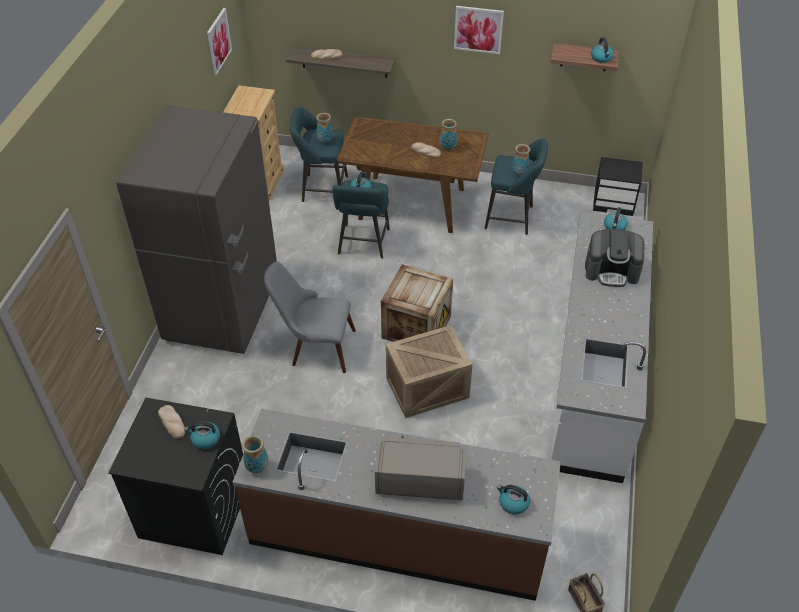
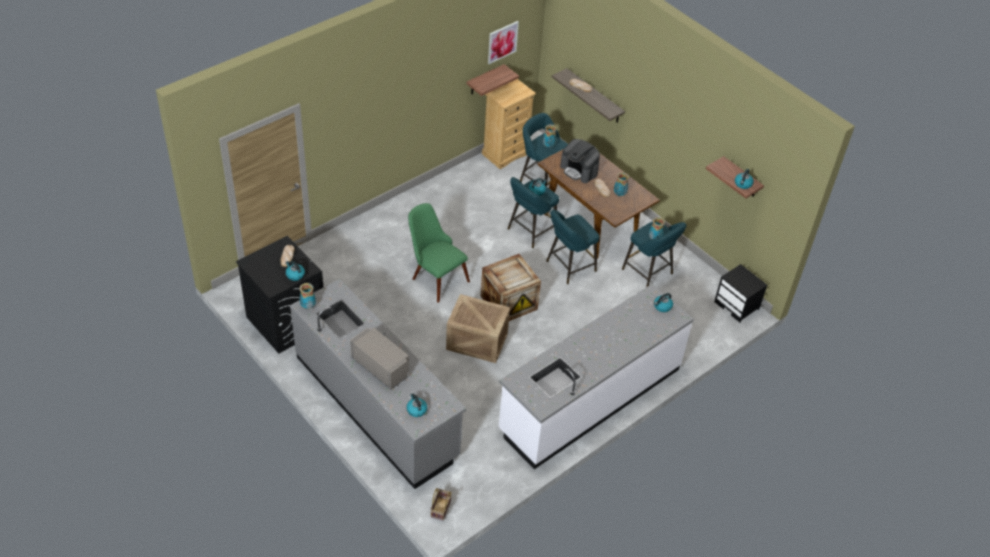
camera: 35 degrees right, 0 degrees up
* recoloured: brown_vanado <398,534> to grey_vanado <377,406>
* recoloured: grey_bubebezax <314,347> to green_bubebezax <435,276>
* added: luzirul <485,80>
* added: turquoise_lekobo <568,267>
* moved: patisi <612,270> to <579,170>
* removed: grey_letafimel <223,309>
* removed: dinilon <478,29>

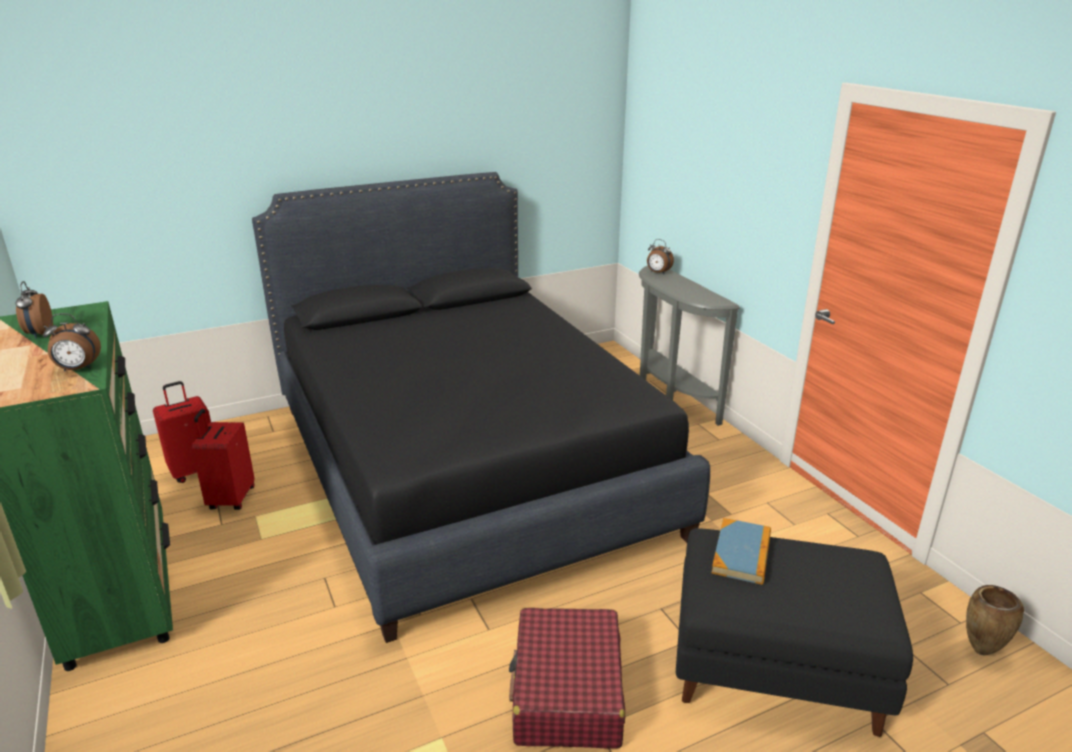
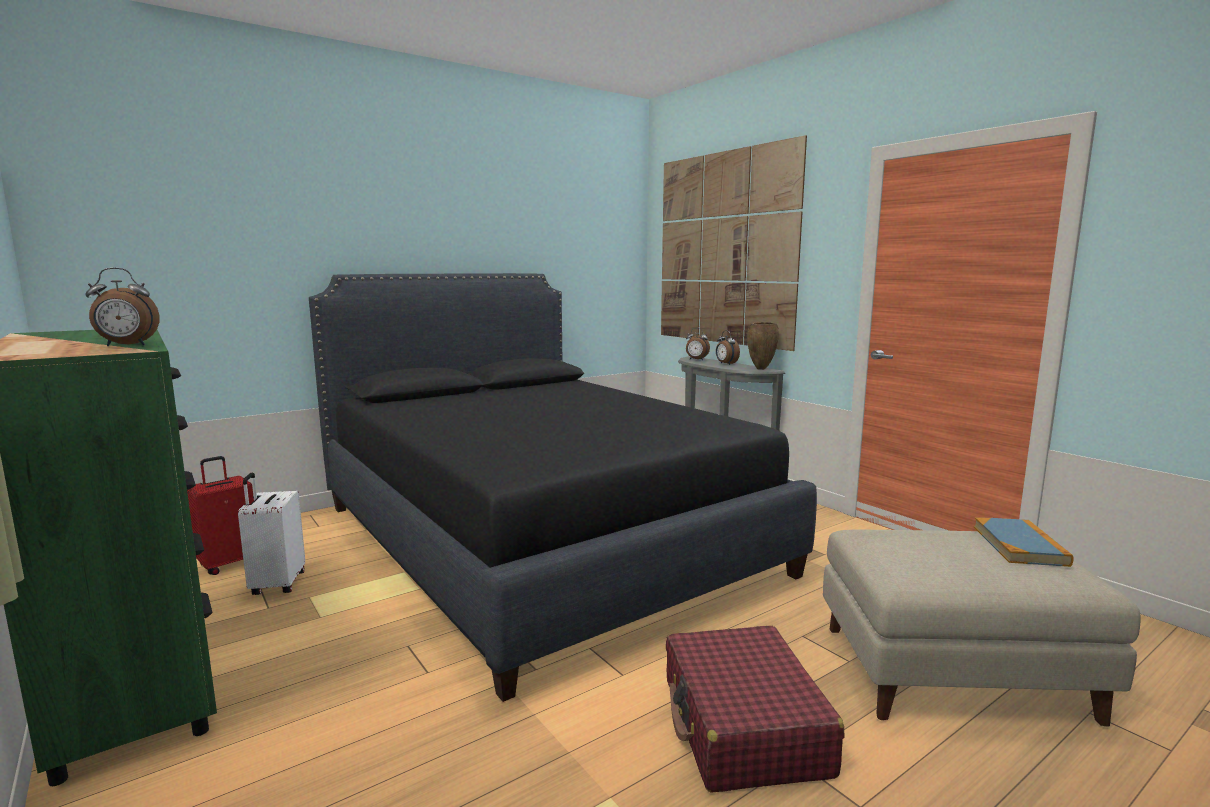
camera: 10 degrees left, 15 degrees down
* recoloured: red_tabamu <230,499> to white_tabamu <277,584>
* added: dinilon <725,249>
* moved: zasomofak <39,334> to <726,364>
* moved: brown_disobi <980,651> to <760,369>
* recoloured: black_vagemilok <773,665> to beige_vagemilok <951,674>
* moved: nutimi <741,553> to <1019,545>

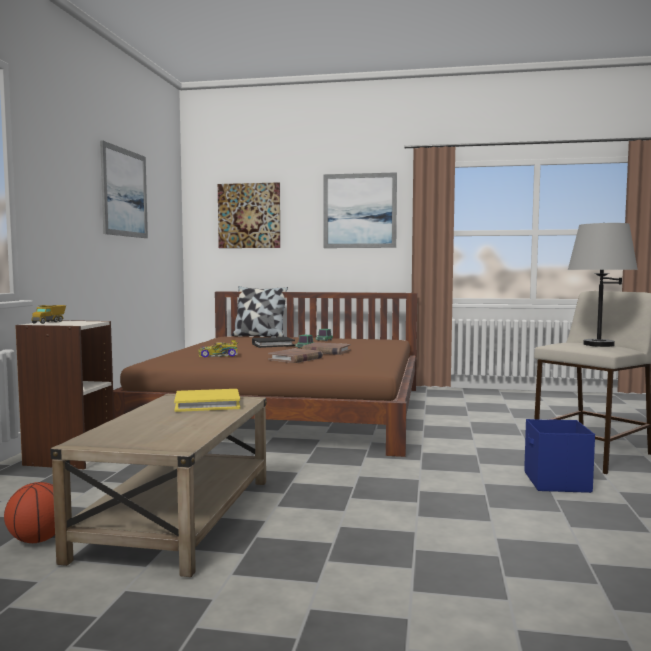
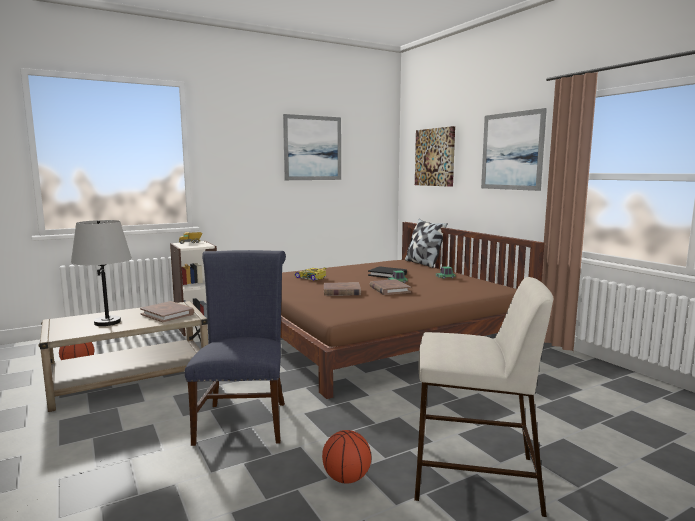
camera: 50 degrees right, 5 degrees up
* moved: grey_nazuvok <598,344> to <107,322>
* recoloured: yellow_nutimi <207,404> to brown_nutimi <167,314>
* added: blue_bubebezax <243,419>
* replaced: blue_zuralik <556,482> to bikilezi <346,478>

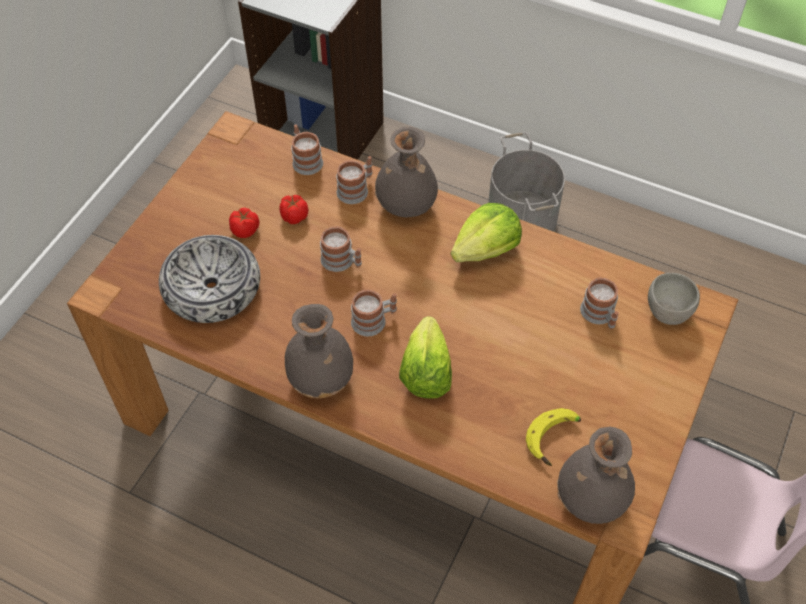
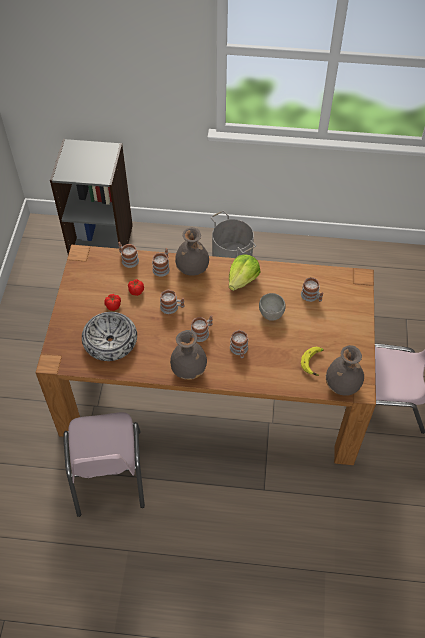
camera: 20 degrees left, 0 degrees up
* added: pink_bubebezax <108,473>
* replaced: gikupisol <426,372> to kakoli <239,350>
* moved: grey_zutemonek <666,312> to <270,314>

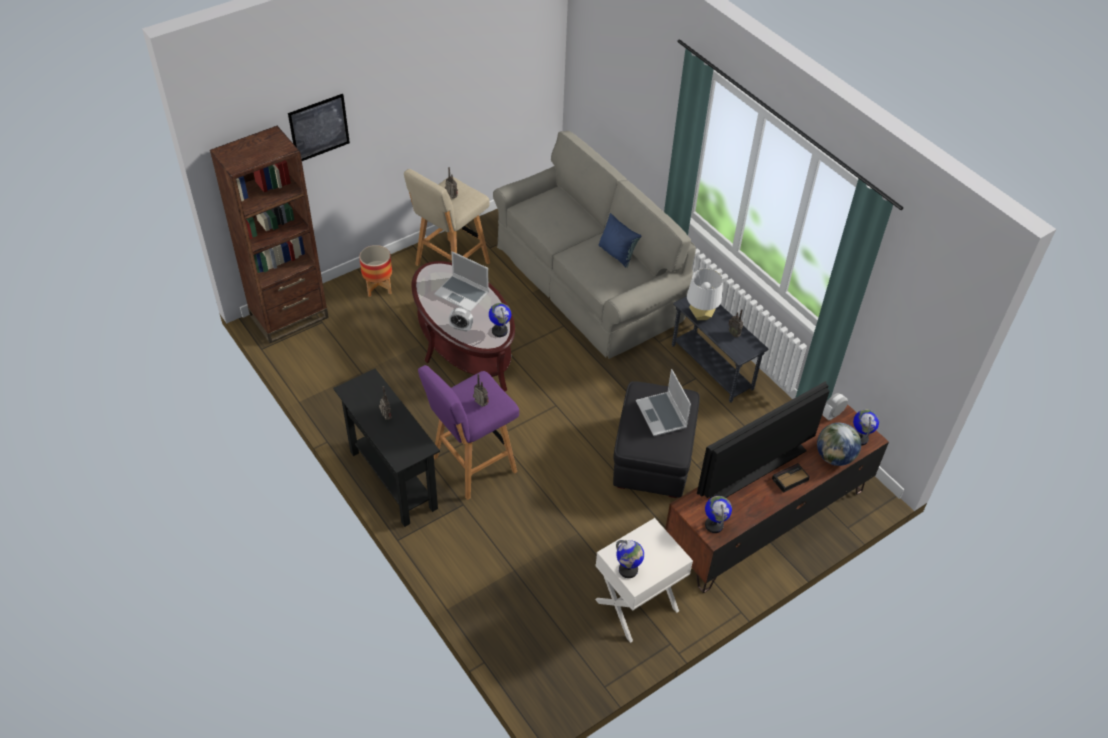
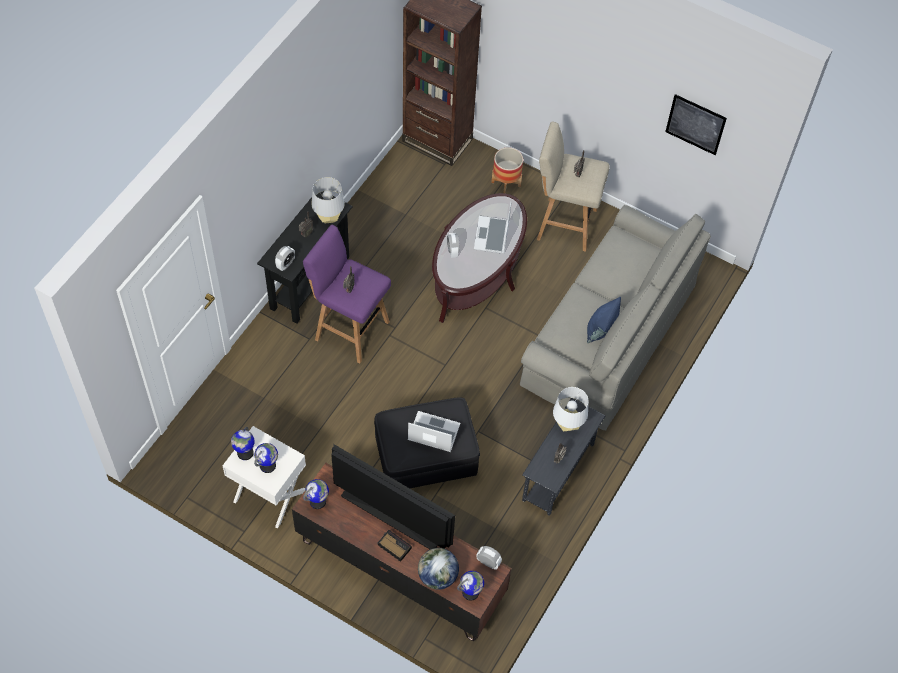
camera: 65 degrees right, 10 degrees up
* moved: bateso <499,331> to <268,465>
* added: zasomofak <285,264>
* added: grey_nazuvok <328,217>
* turned: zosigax <662,415> = <433,433> 60 degrees clockwise
* moved: dinilon <319,128> to <695,124>

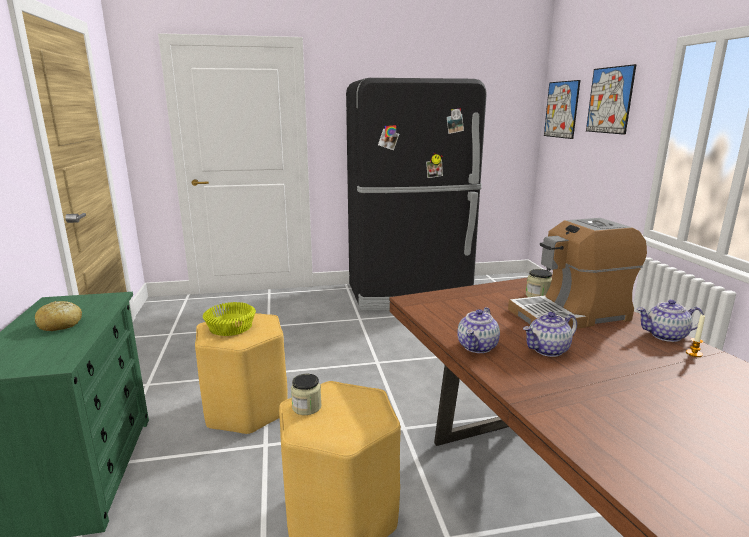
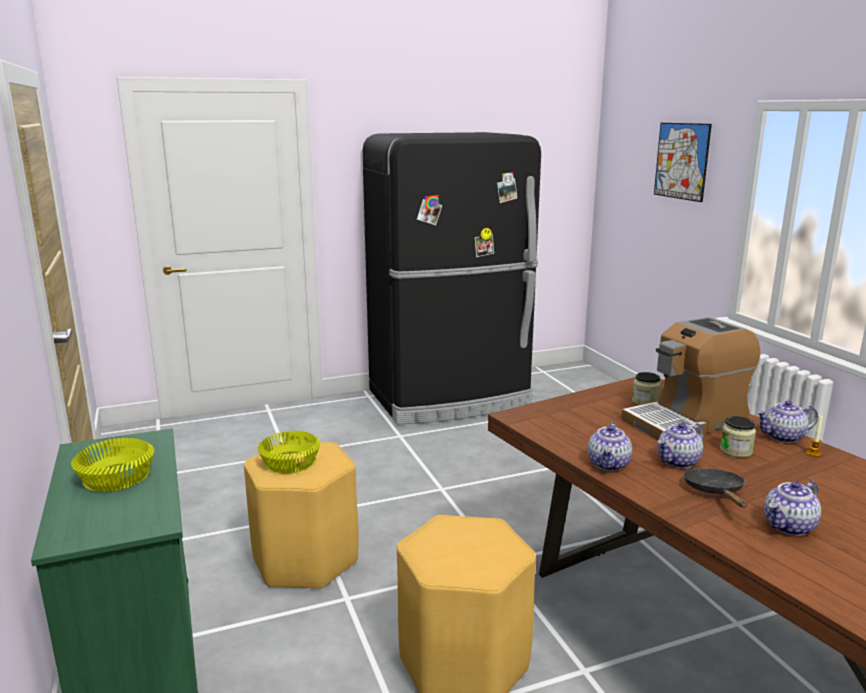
camera: 10 degrees left, 0 degrees up
* replaced: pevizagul <60,325> to yellow_zutemonek <118,477>
* added: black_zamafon <715,492>
* moved: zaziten <306,407> to <736,451>
* added: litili <789,527>
* removed: dinilon <561,109>

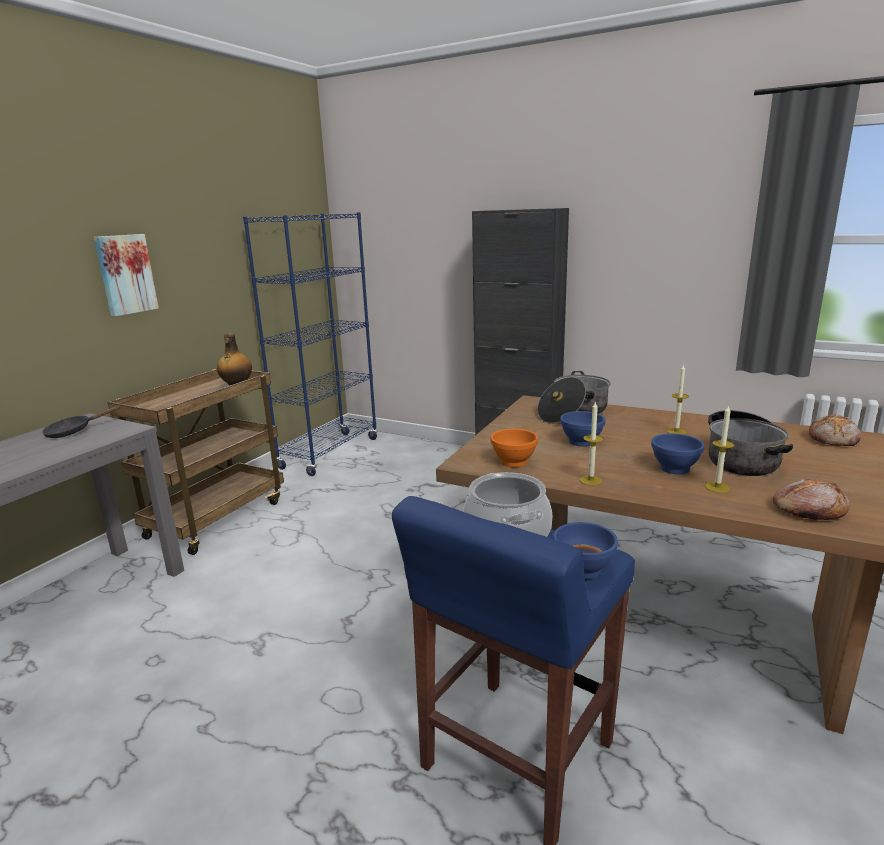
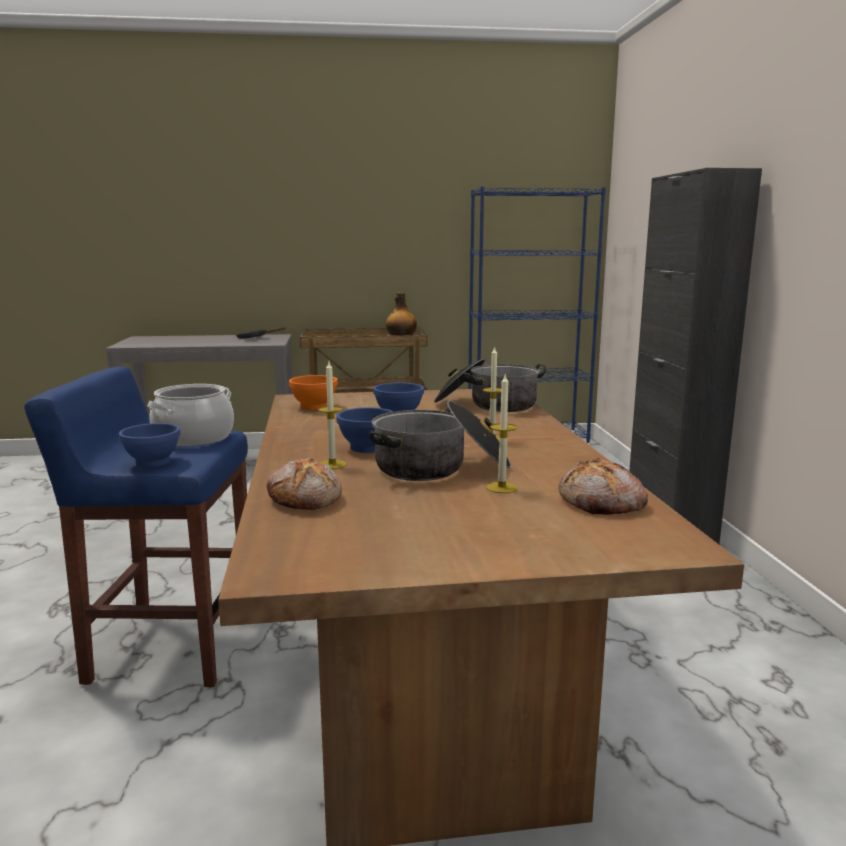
camera: 55 degrees right, 5 degrees down
* moved: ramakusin <591,480> to <501,487>
* removed: dinilon <125,274>

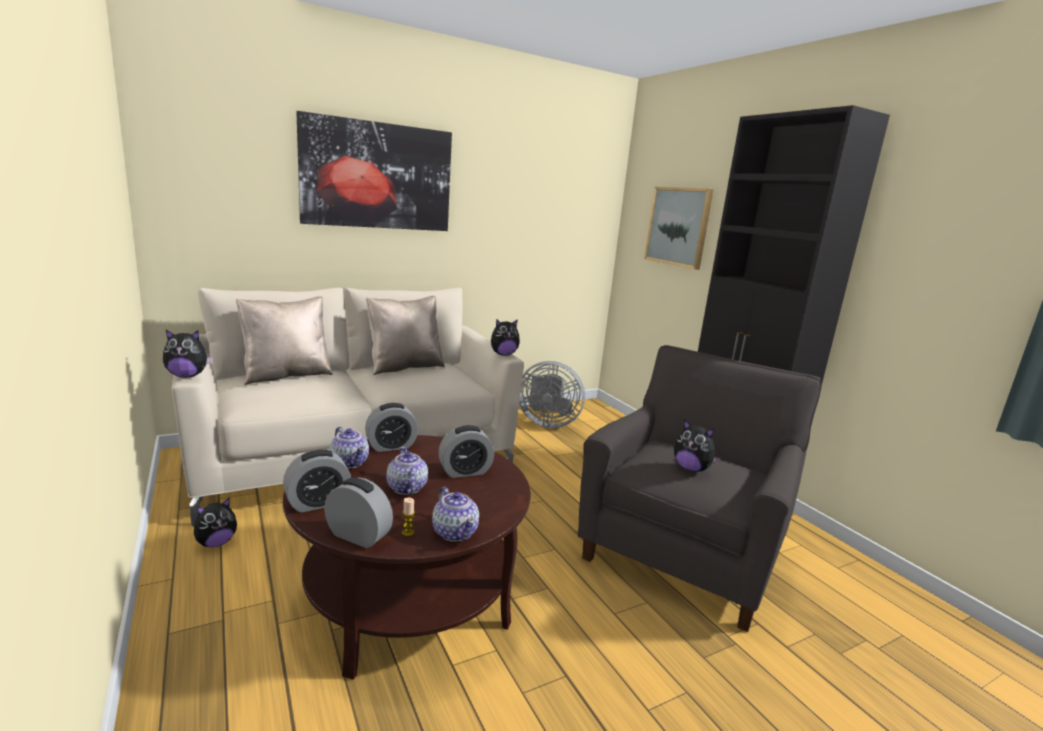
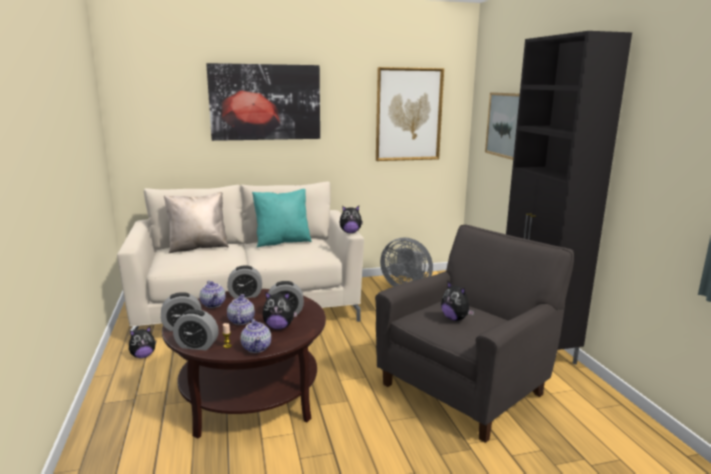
camera: 15 degrees right, 0 degrees up
* turned: zasomofak <358,536> = <197,345> 150 degrees clockwise
* recoloured: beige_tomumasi <404,367> to turquoise_tomumasi <282,242>
* moved: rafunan <188,376> to <279,327>
* added: dinilon <408,114>

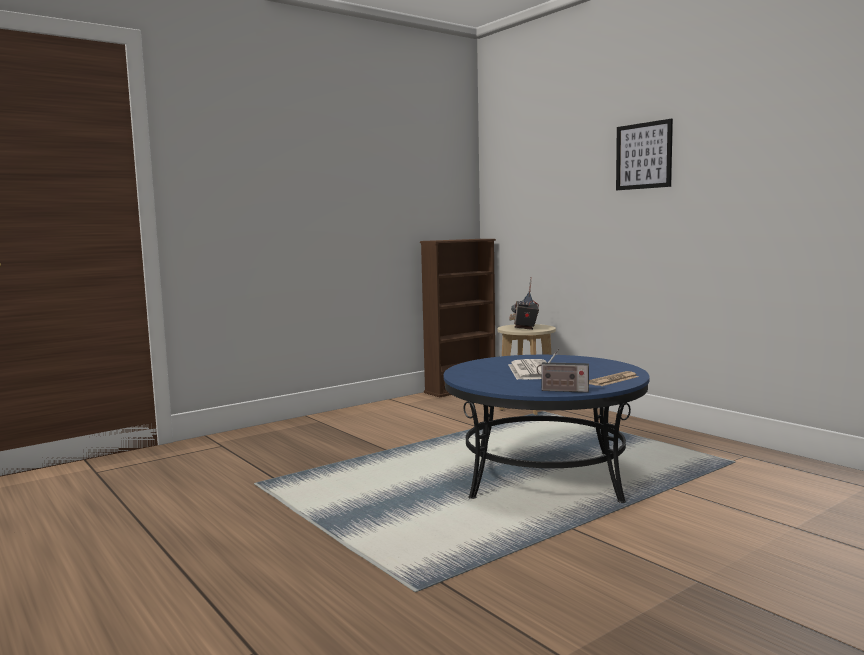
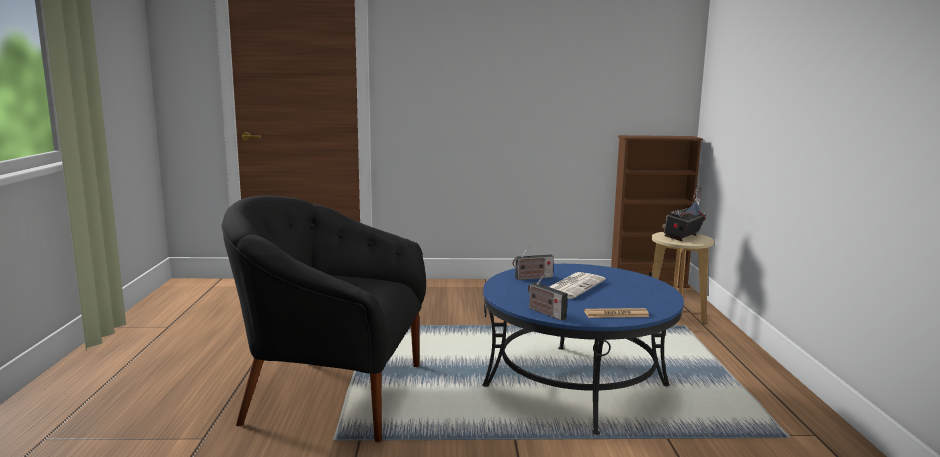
camera: 35 degrees right, 5 degrees up
* added: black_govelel <333,394>
* added: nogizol <532,278>
* removed: dinilon <643,156>

